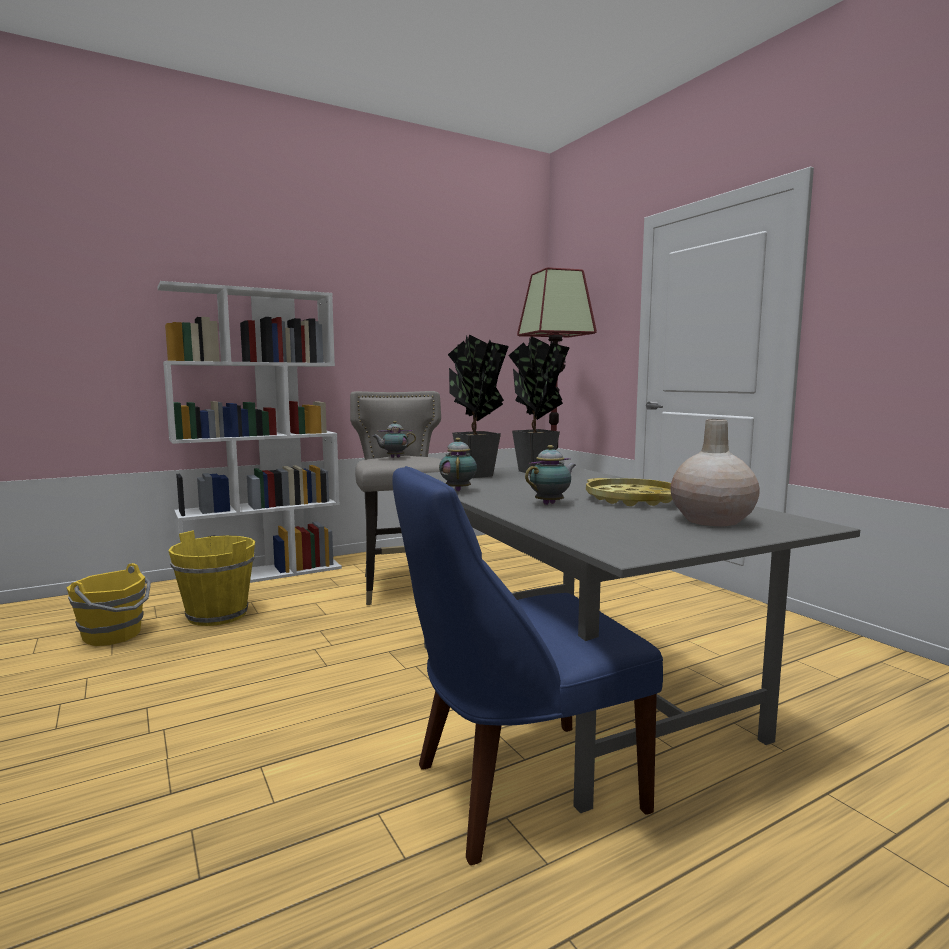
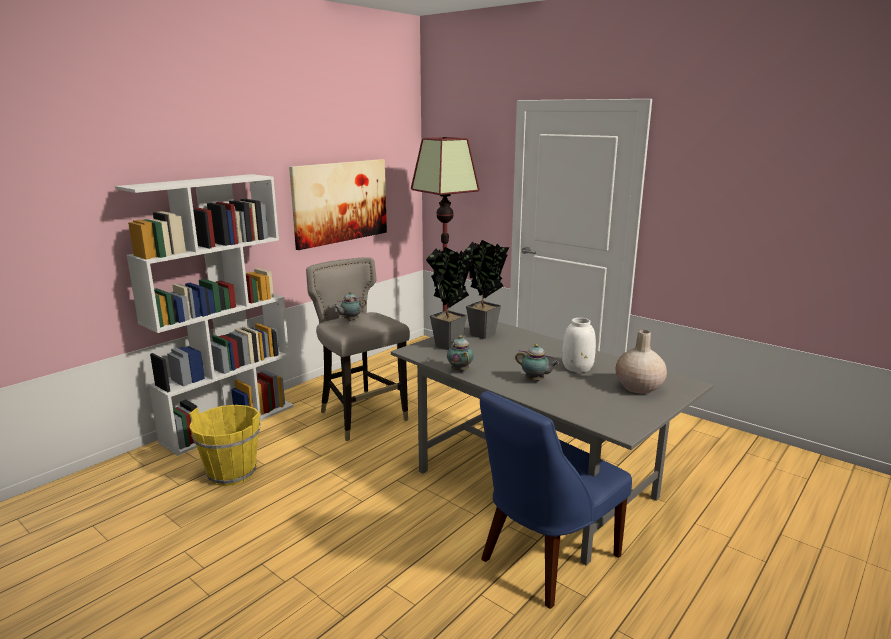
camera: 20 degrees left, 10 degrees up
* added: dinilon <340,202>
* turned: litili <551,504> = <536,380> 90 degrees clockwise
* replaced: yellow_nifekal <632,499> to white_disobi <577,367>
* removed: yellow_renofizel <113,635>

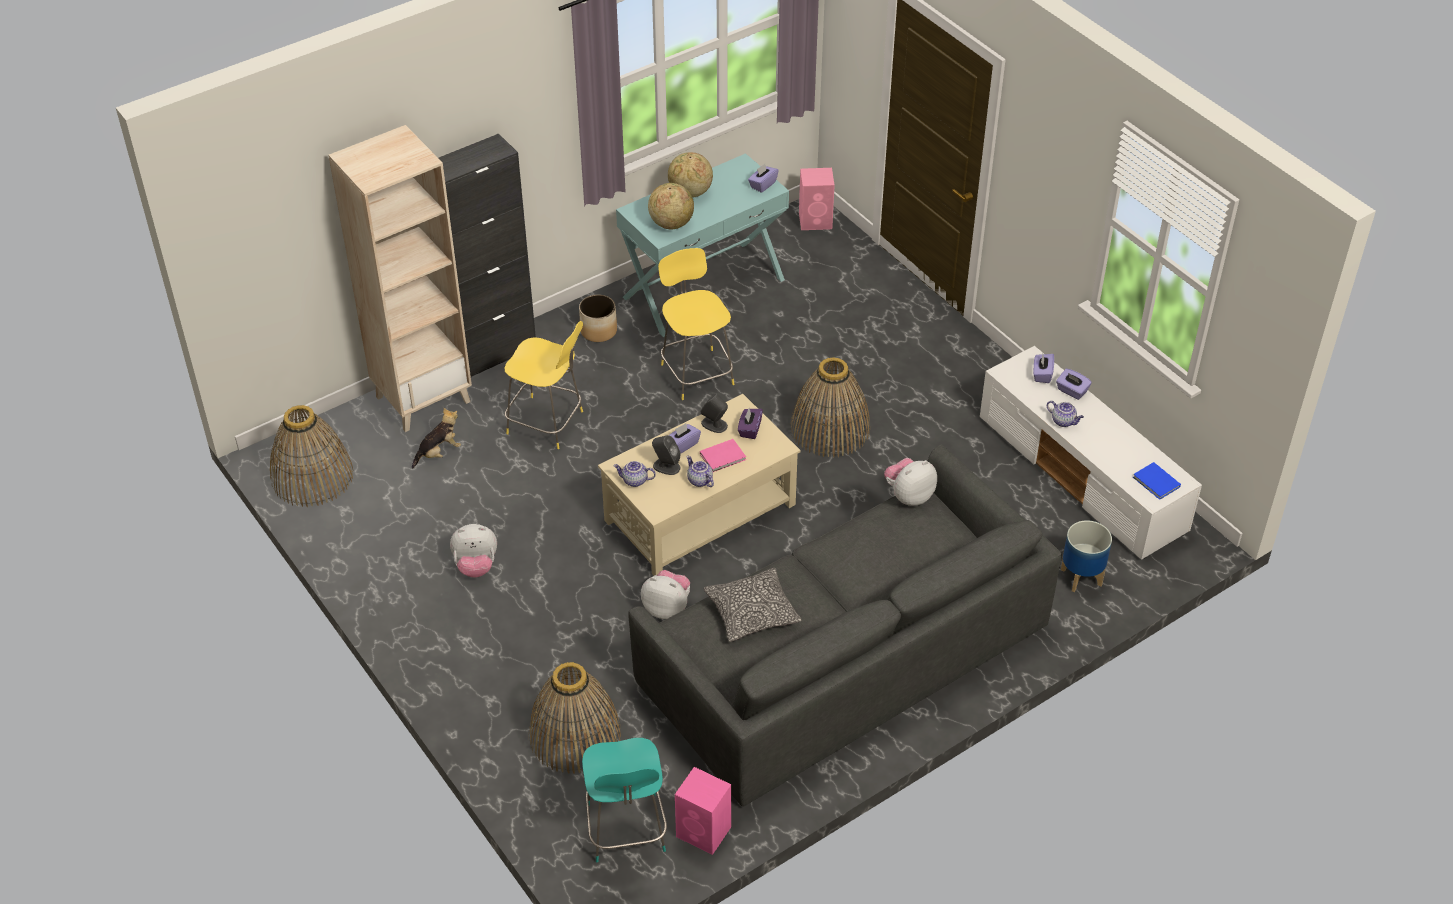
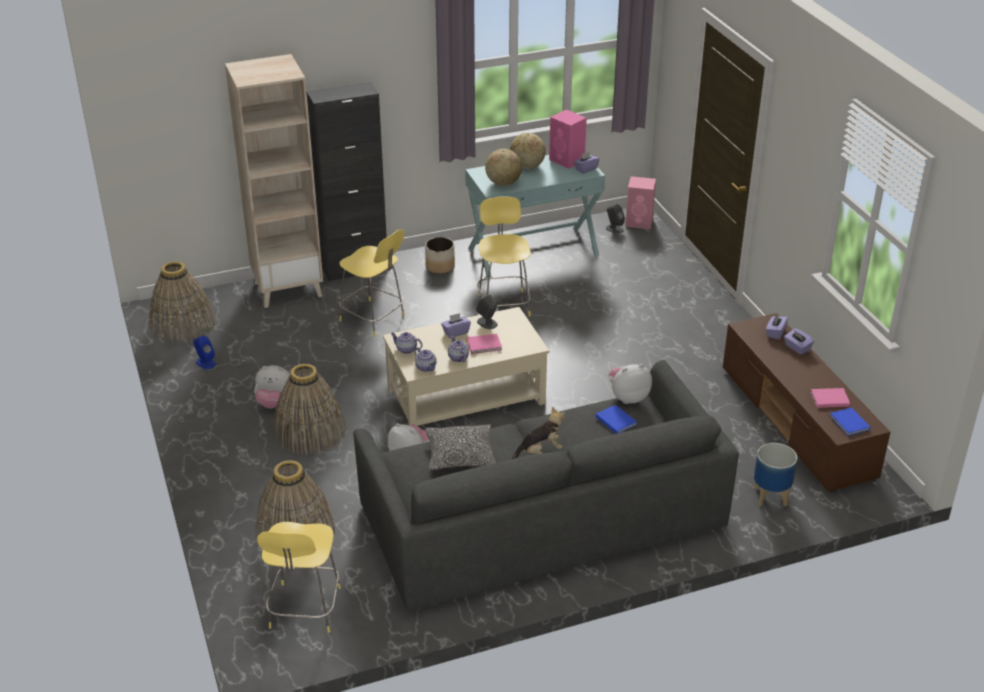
camera: 15 degrees right, 10 degrees down
* added: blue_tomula <205,363>
* recoloured: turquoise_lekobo <626,830> to yellow_lekobo <304,610>
* moved: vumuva <830,429> to <309,432>
* moved: litili <1064,421> to <426,367>
* moved: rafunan <439,453> to <540,451>
* moved: pink_tomula <704,832> to <567,160>
* added: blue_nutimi <616,420>
* moved: grey_tomula <666,466> to <614,229>
* recoloured: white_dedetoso <1083,476> to brown_dedetoso <797,423>
* added: pink_nutimi <828,399>
* removed: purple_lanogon <749,429>

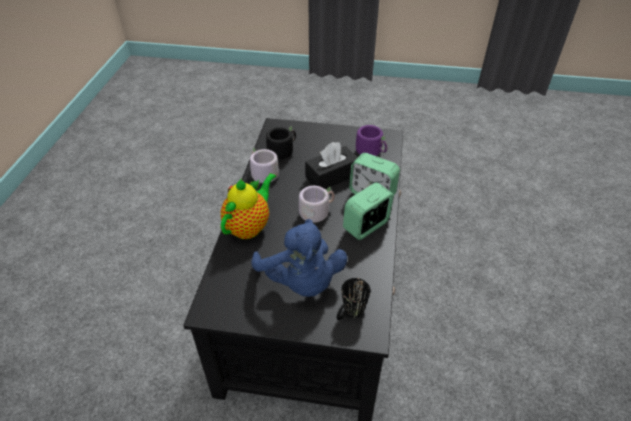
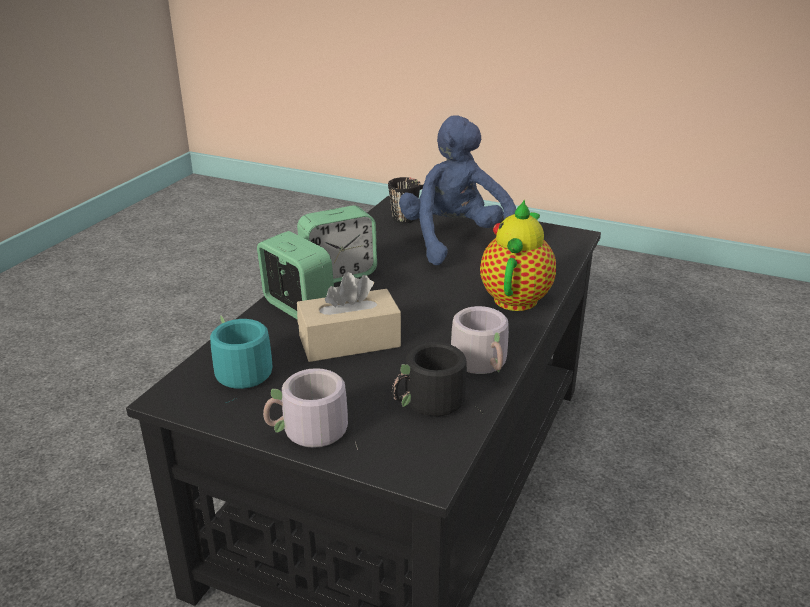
camera: 165 degrees left, 15 degrees down
* recoloured: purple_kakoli <372,151> to turquoise_kakoli <237,373>
* moved: grey_kakoli <316,211> to <309,434>
* recoloured: black_lanogon <332,176> to beige_lanogon <349,341>
* turned: litili <249,226> = <516,296> 150 degrees clockwise

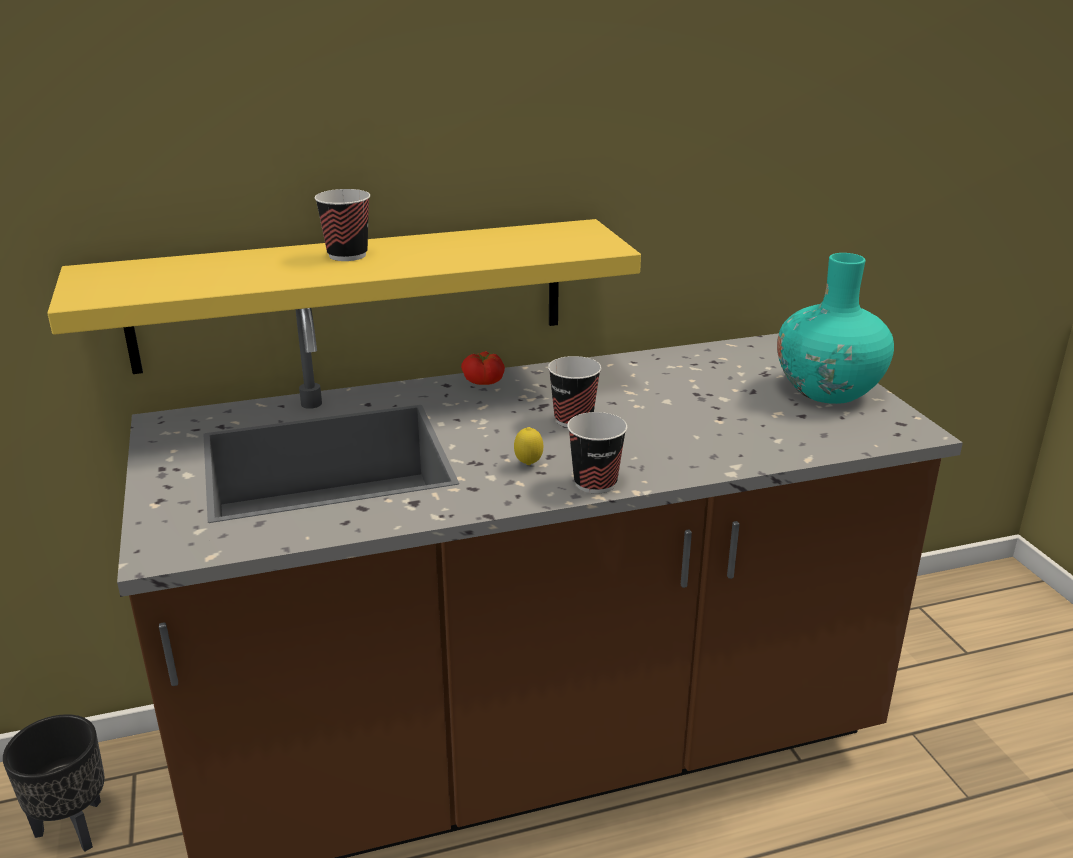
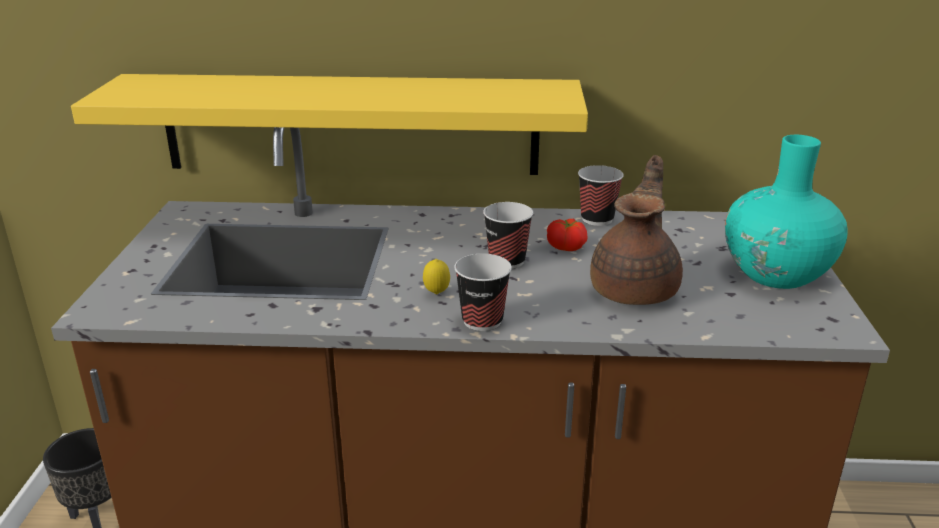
camera: 20 degrees right, 0 degrees up
* moved: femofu <484,380> to <567,246>
* moved: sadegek <347,255> to <597,219>
* added: brown_litili <636,289>

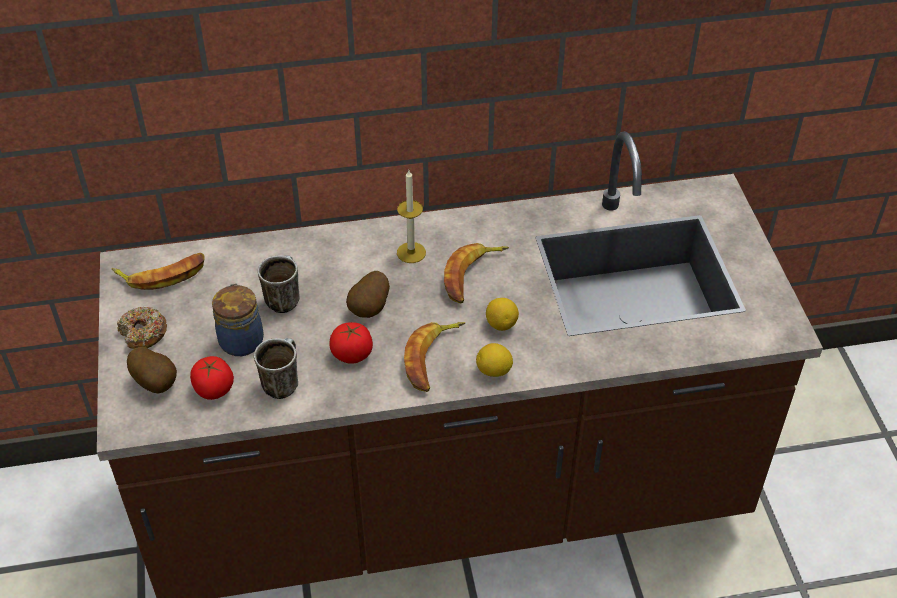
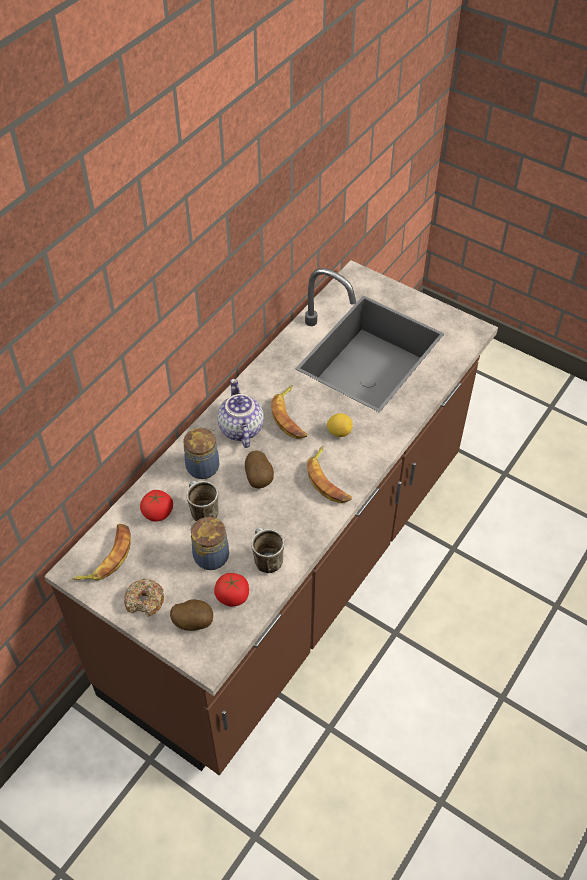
camera: 45 degrees left, 5 degrees up
* moved: femofu <352,354> to <158,513>
* added: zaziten <204,466>
* replaced: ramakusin <411,252> to litili <240,428>
* removed: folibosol <494,371>

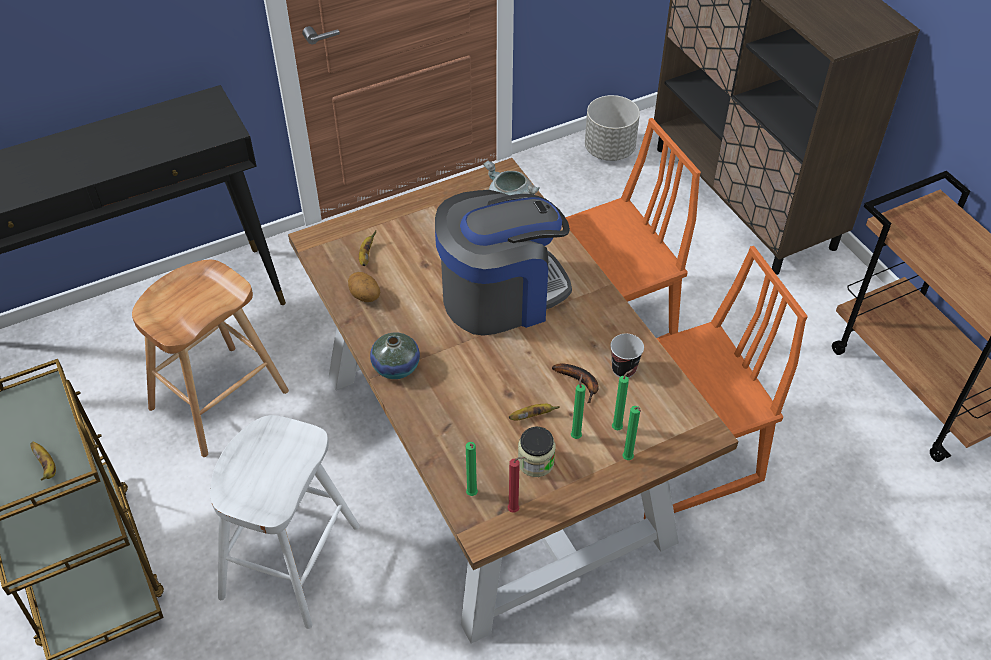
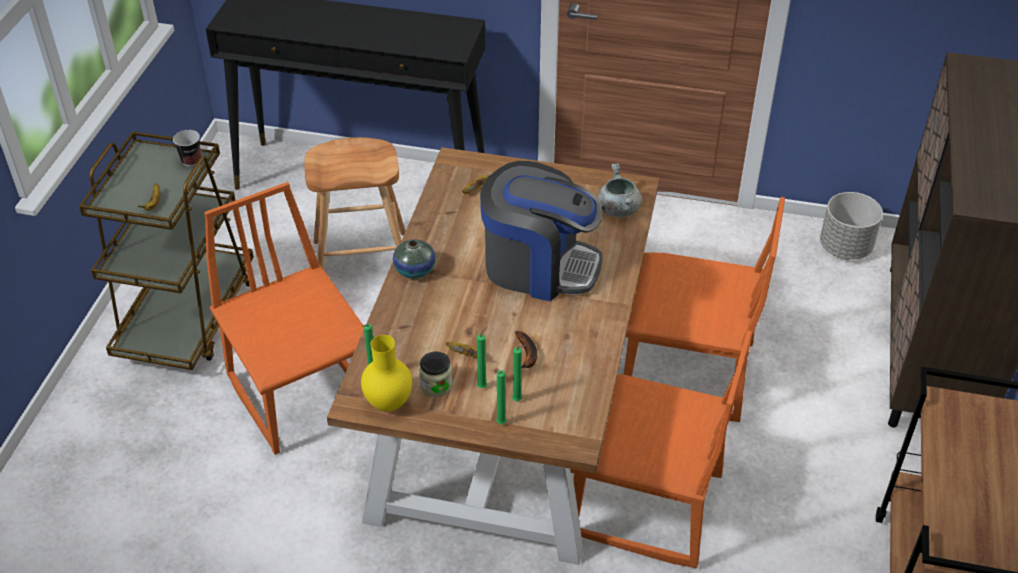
camera: 40 degrees right, 5 degrees down
* moved: sadegek <624,369> to <191,160>
* replaced: white_lekobo <290,562> to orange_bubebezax <303,392>
* replaced: red_ramakusin <515,510> to yellow_disobi <388,404>
* removed: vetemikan <364,296>

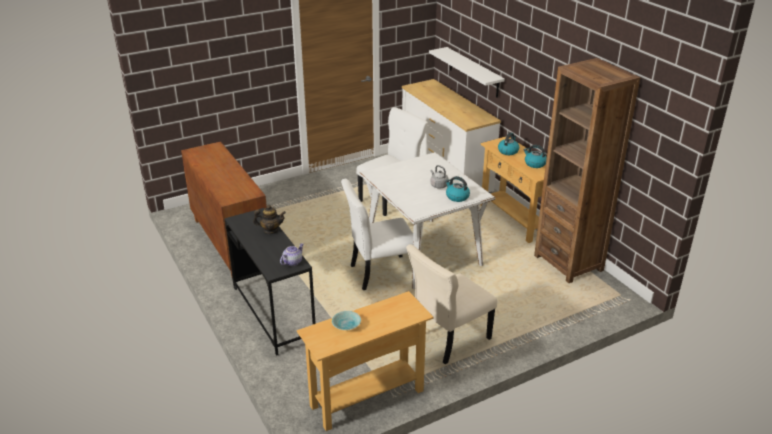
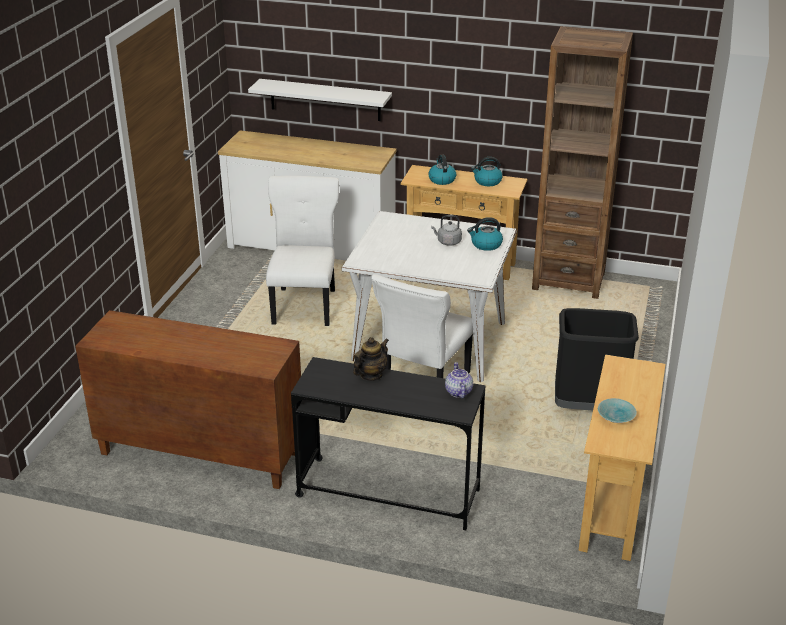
camera: 45 degrees left, 0 degrees up
* replaced: beige_bubebezax <448,339> to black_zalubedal <588,408>

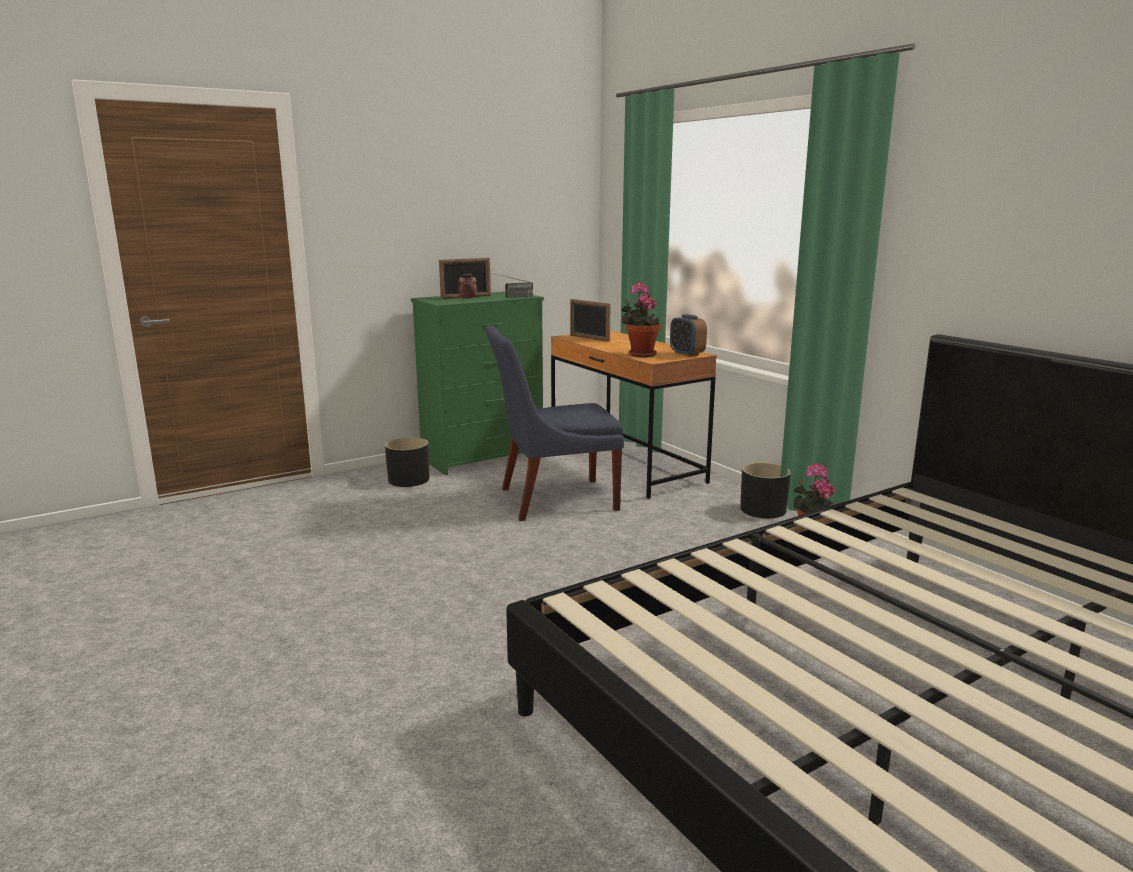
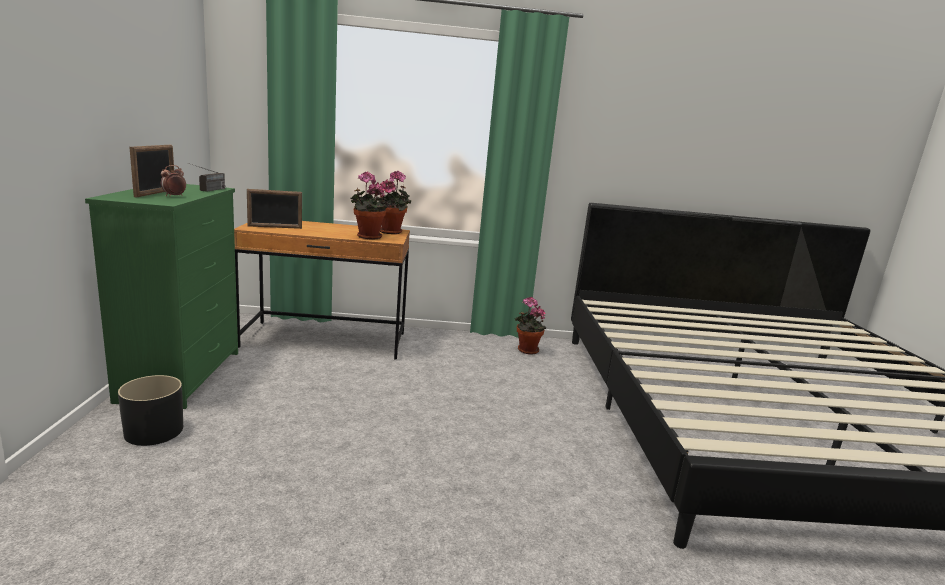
camera: 60 degrees left, 0 degrees up
* replaced: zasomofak <687,354> to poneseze <392,232>
* removed: blue_bubebezax <552,499>
* removed: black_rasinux <763,509>

